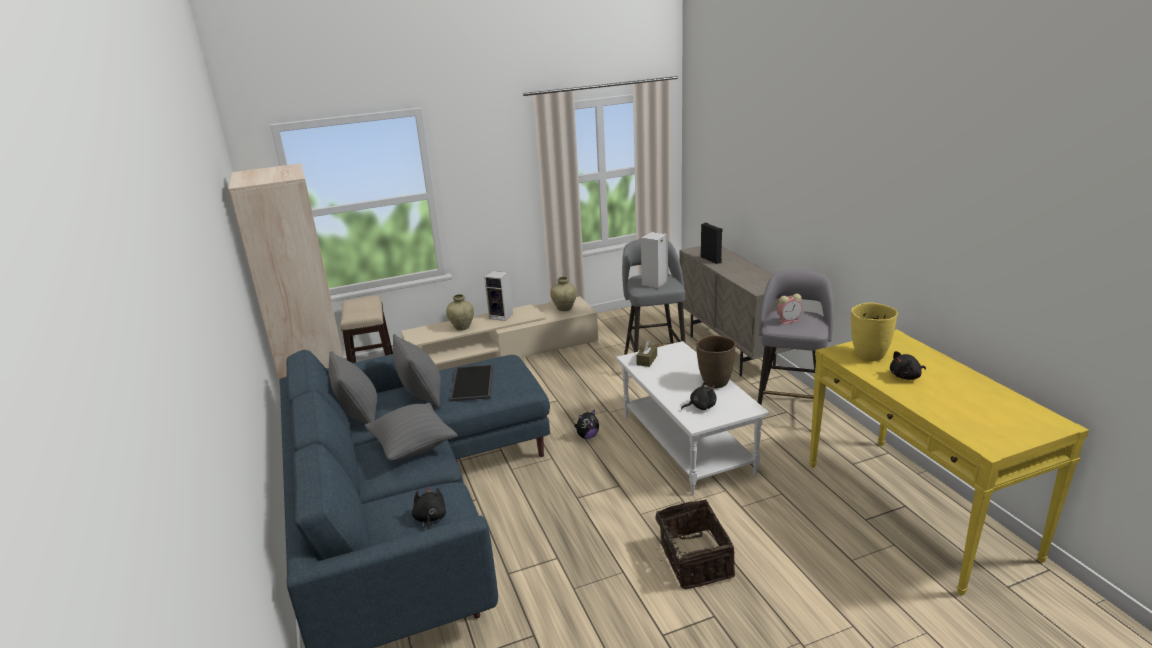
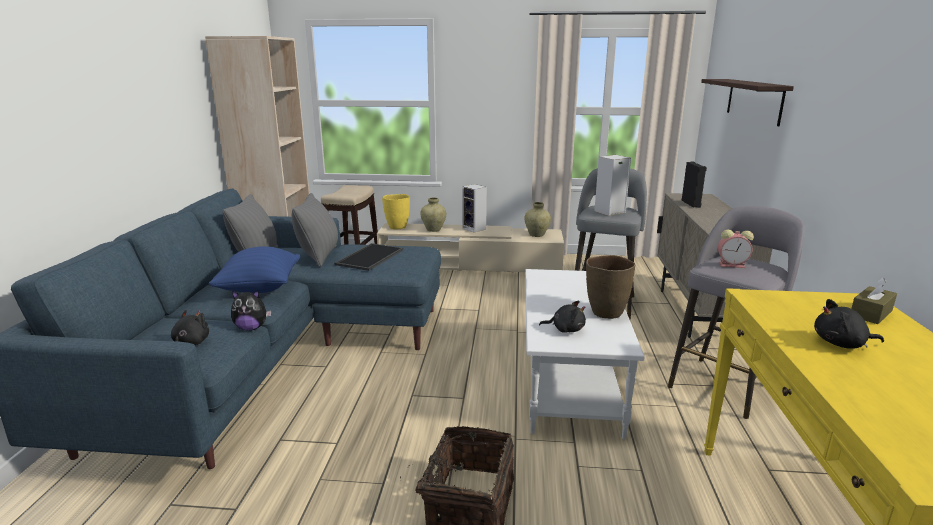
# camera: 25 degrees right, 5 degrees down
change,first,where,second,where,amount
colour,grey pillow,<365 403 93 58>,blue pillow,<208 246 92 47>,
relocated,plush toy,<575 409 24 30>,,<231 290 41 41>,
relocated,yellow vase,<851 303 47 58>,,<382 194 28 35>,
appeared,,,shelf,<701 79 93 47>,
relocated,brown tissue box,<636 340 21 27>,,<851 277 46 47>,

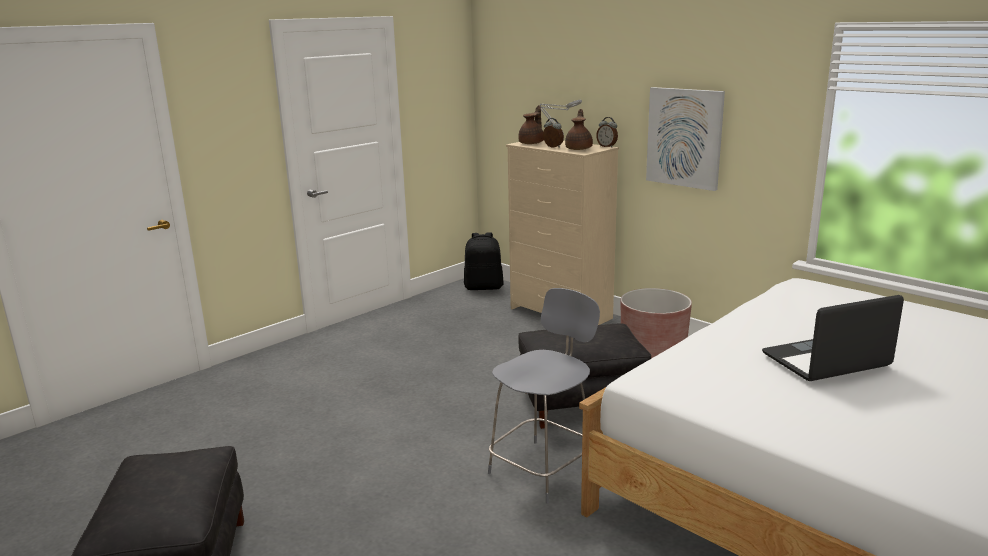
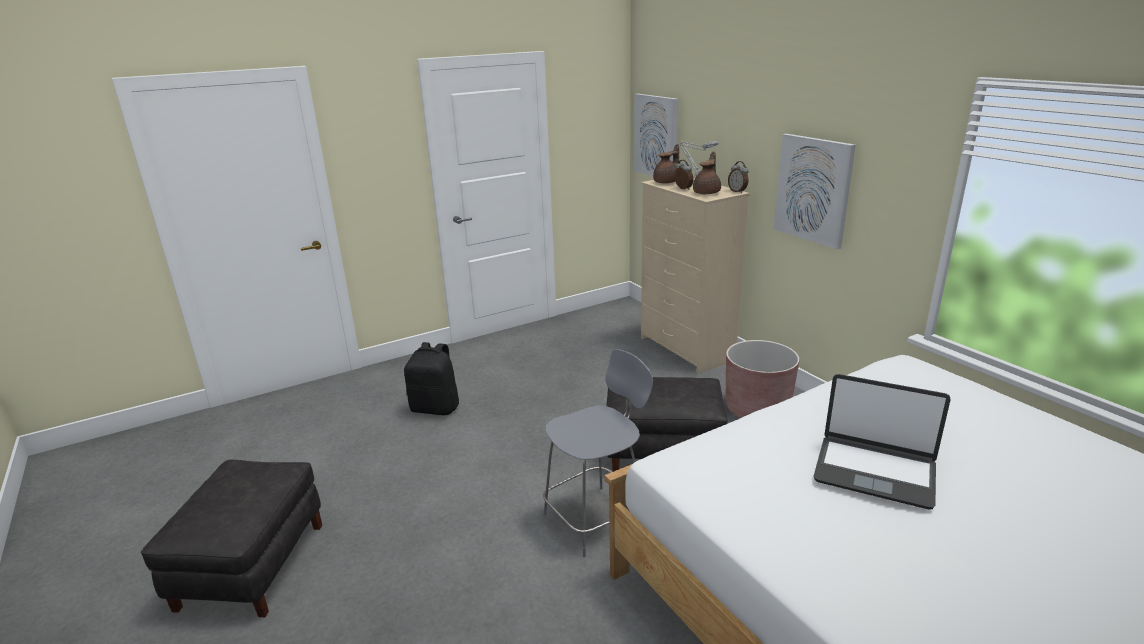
# camera: 15 degrees right, 5 degrees up
change,first,where,second,where,amount
relocated,black backpack,<464 233 40 57>,,<404 342 55 73>,
appeared,,,picture,<634 94 45 82>,
spun,laptop,<762 295 142 86>,,<814 374 137 136>,150 degrees counterclockwise

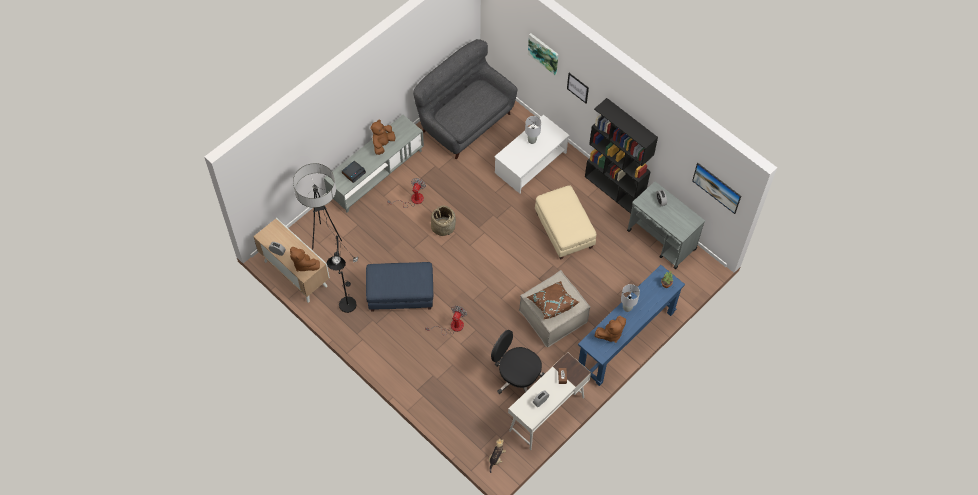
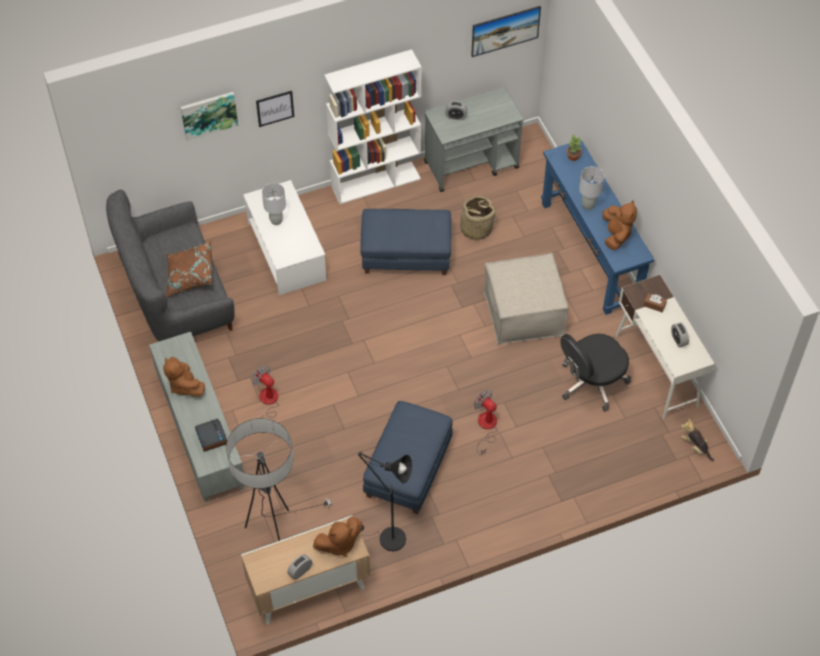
# camera: 65 degrees left, 5 degrees down
change,first,where,second,where,amount
relocated,brown pillow,<527 281 52 38>,,<166 241 46 57>,
colour,black bookcase,<585 98 73 116>,white bookcase,<324 49 98 155>,
colour,beige ottoman,<535 185 62 75>,blue ottoman,<360 209 92 66>,
relocated,basket,<431 205 25 31>,,<453 196 42 44>,

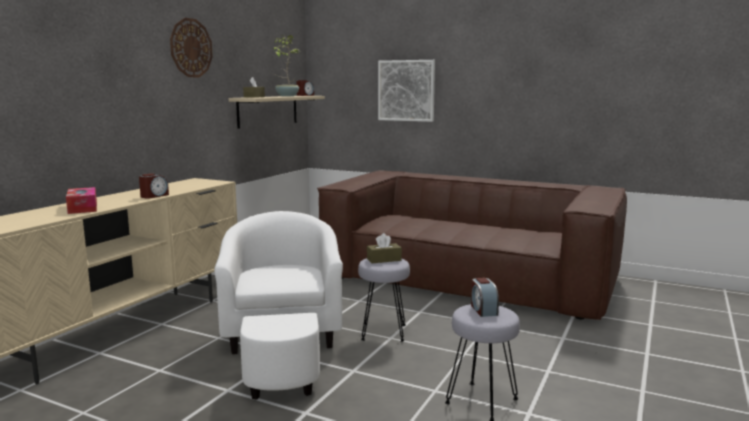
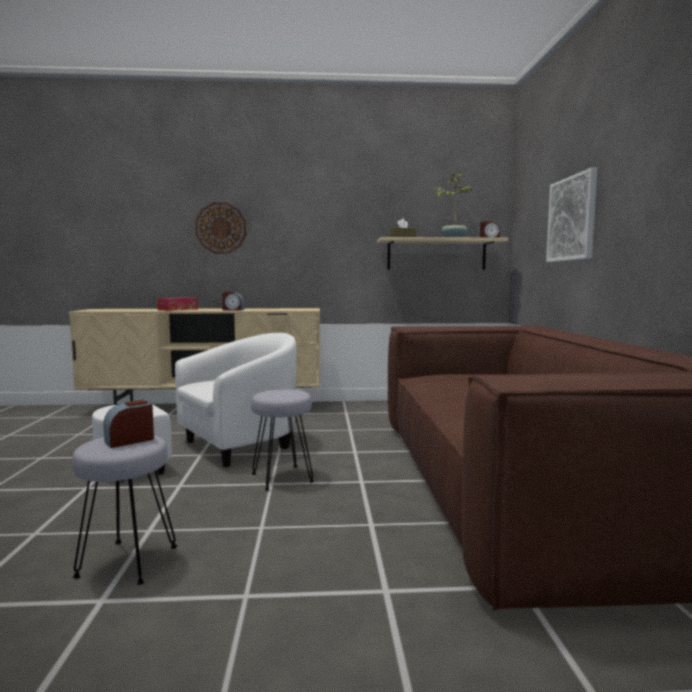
# camera: 60 degrees right, 5 degrees down
change,first,where,second,where,amount
relocated,wall clock,<170 18 43 59>,,<195 202 51 52>,
missing,brown tissue box,<367 233 35 30>,,,

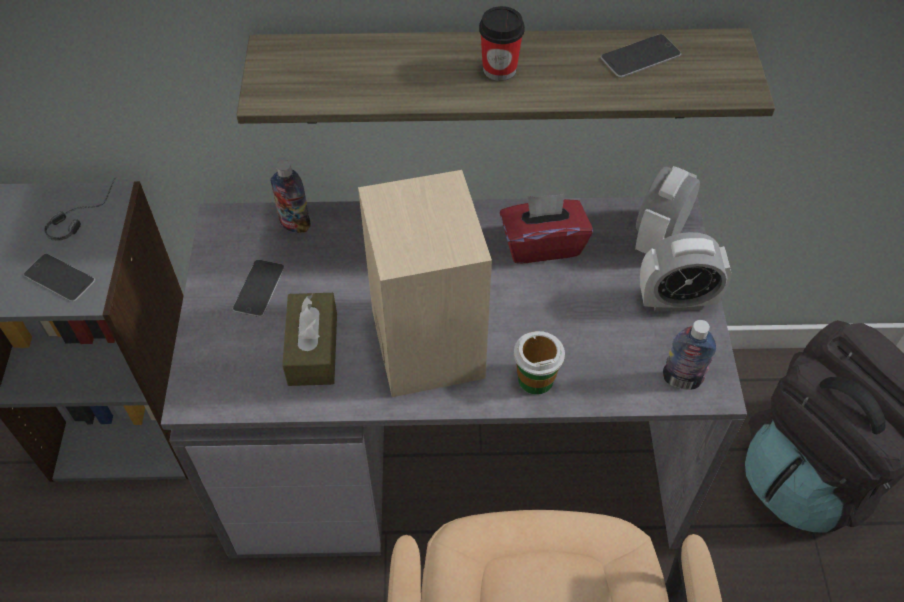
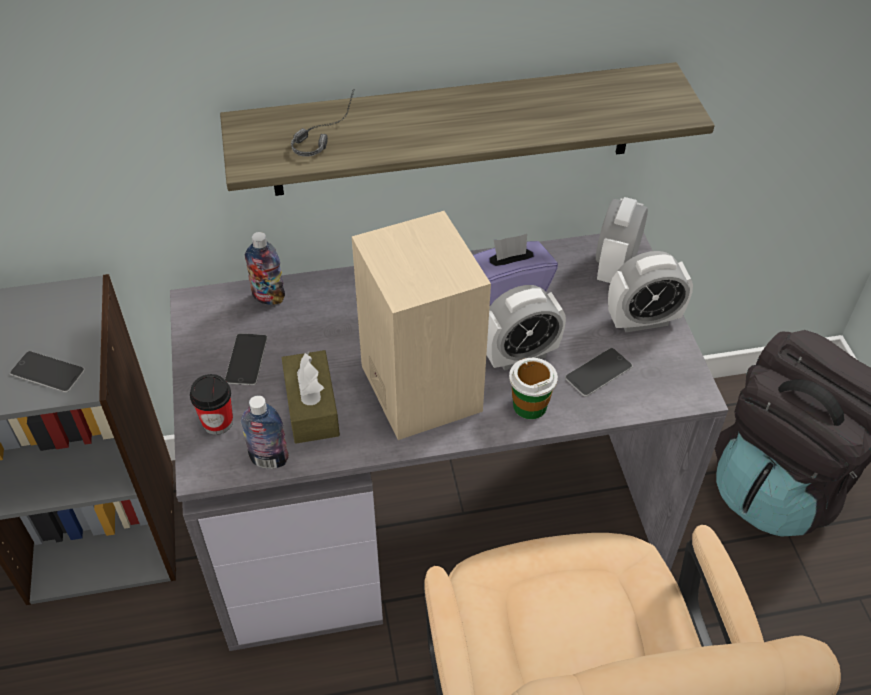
# camera: 10 degrees left, 5 degrees down
change,first,where,second,where,amount
relocated,cup,<479 6 46 75>,,<190 374 43 61>,
relocated,bottle,<663 320 53 70>,,<241 396 48 73>,
relocated,headphones,<44 178 72 63>,,<291 89 63 68>,
colour,red tissue box,<500 194 93 70>,purple tissue box,<473 234 85 72>,
appeared,,,alarm clock,<486 285 80 86>,
relocated,phone,<601 34 80 44>,,<565 348 68 49>,

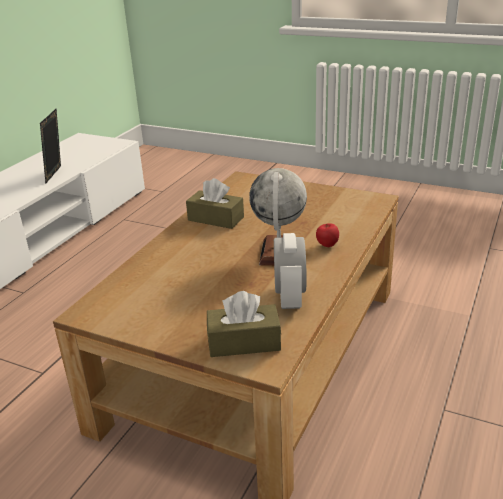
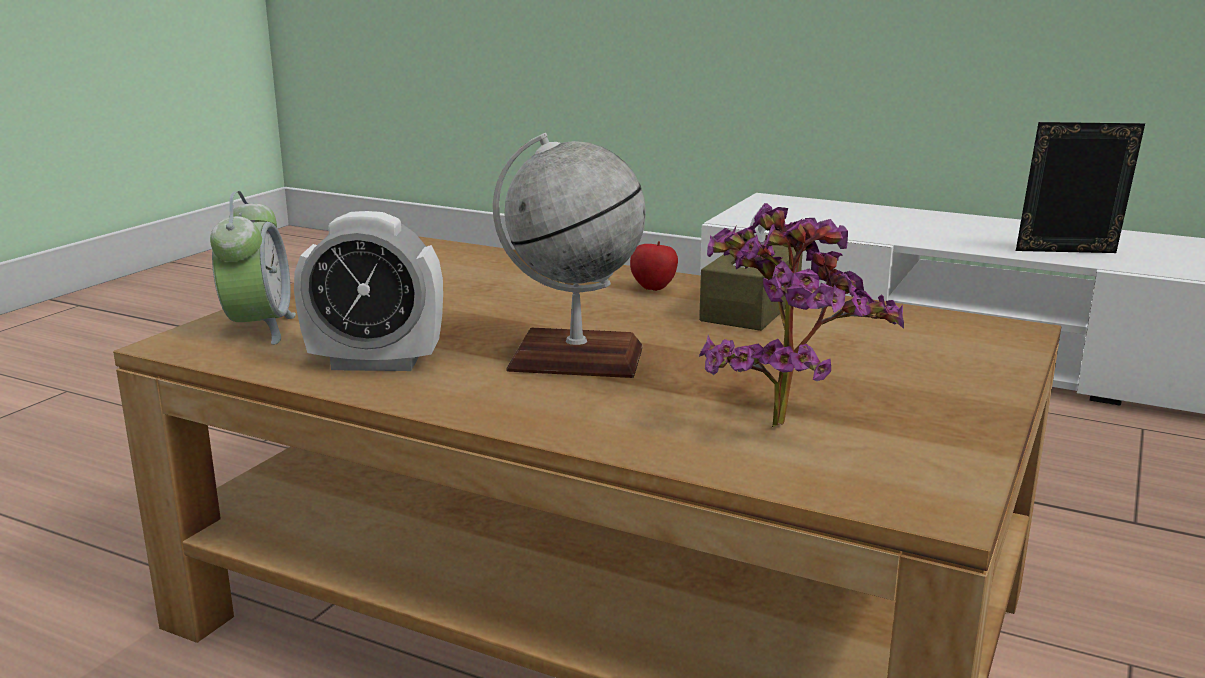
# camera: 90 degrees right, 10 degrees down
change,first,where,second,where,amount
exchanged,brown tissue box,<207 291 74 66>,alarm clock,<210 191 86 154>,
relocated,apple,<316 223 23 24>,,<630 241 48 50>,
appeared,,,potted plant,<699 203 205 224>,

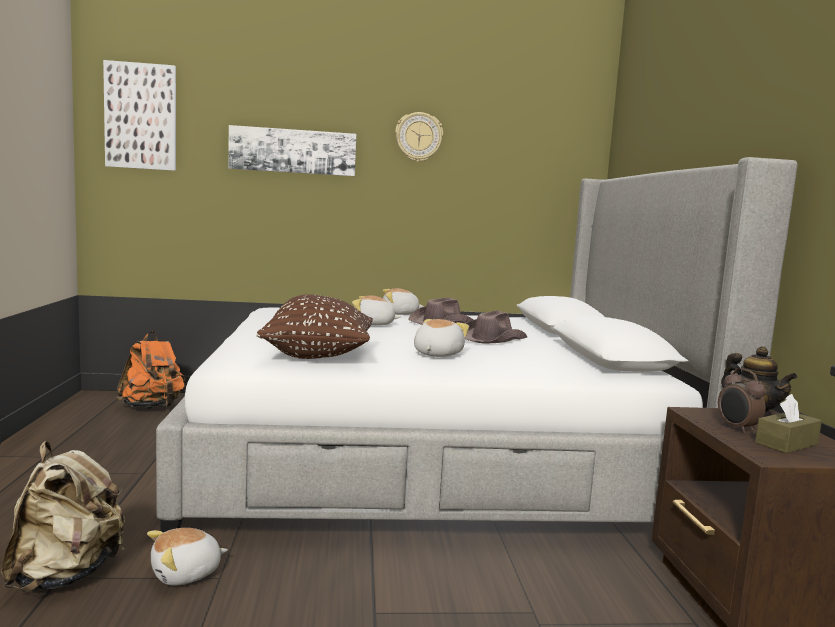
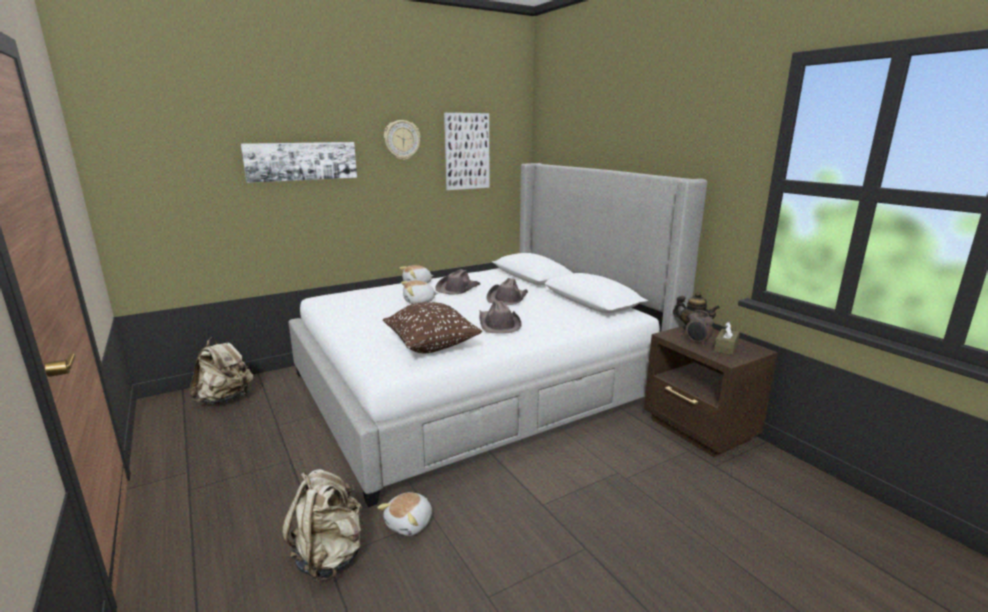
# camera: 25 degrees left, 10 degrees up
change,first,where,second,where,amount
colour,orange backpack,<116 331 69 78>,beige backpack,<189 337 64 67>,
relocated,picture,<103 60 73 111>,,<444 113 45 77>,
exchanged,plush toy,<414 319 55 38>,brown hat,<480 300 42 34>,

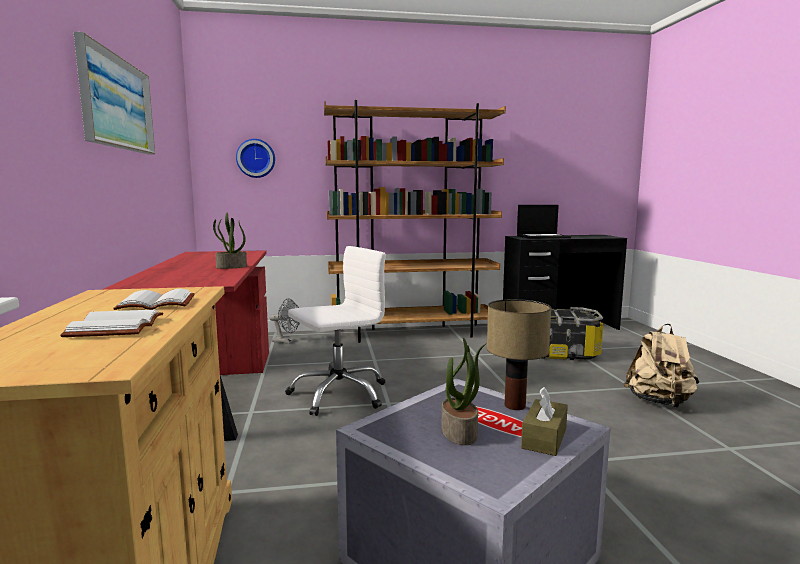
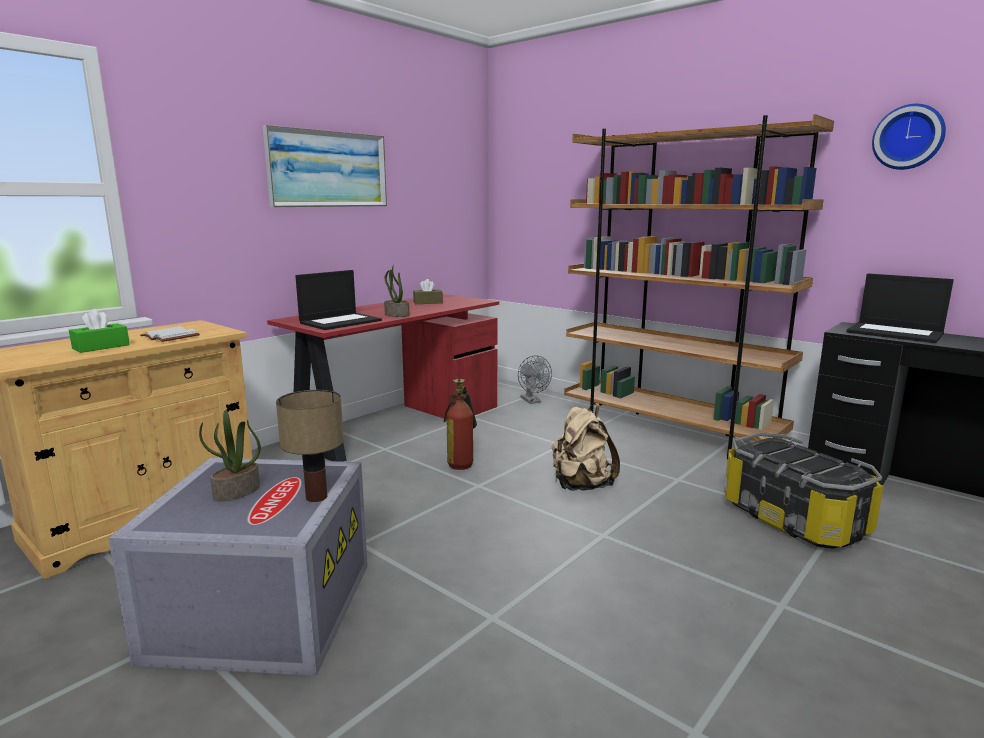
# camera: 50 degrees right, 5 degrees up
change,first,where,second,where,amount
exchanged,white book,<60 309 103 28>,green tissue box,<69 309 61 44>,
appeared,,,laptop,<295 270 87 60>,
relocated,brown tissue box,<521 387 47 69>,,<413 279 30 25>,
exchanged,white office chair,<285 246 101 170>,fire extinguisher,<444 379 33 91>,
relocated,beige backpack,<623 323 76 85>,,<552 403 68 88>,
relocated,wall clock,<236 139 39 39>,,<872 104 74 66>,

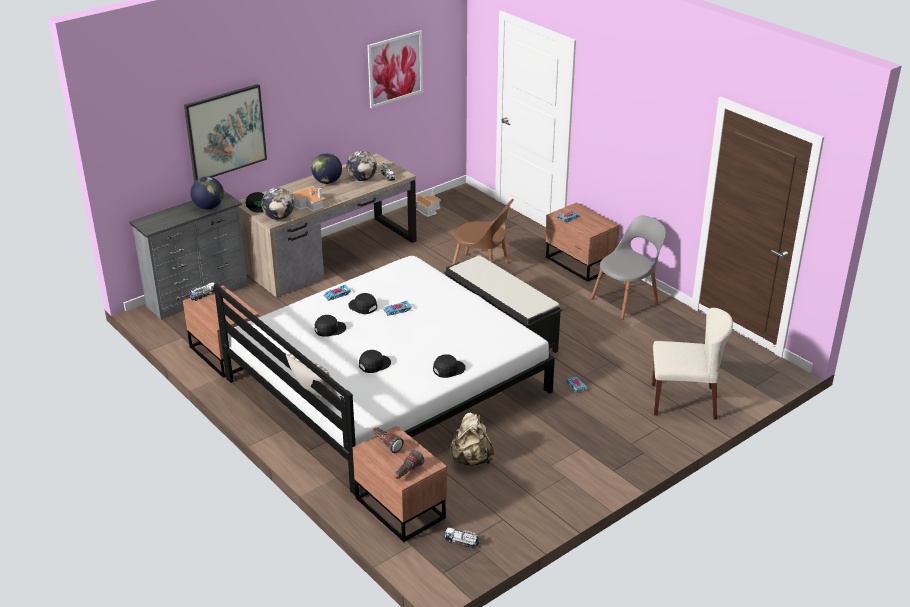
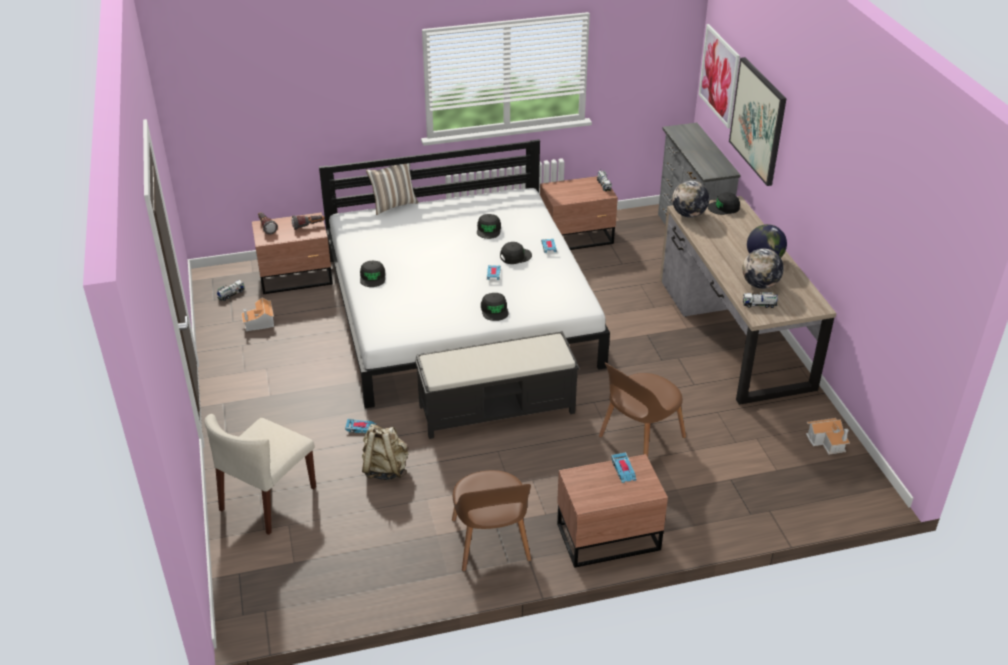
# camera: 115 degrees right, 5 degrees up
change,first,where,second,where,amount
relocated,toy house,<291 186 34 26>,,<241 298 33 33>,
relocated,beige backpack,<450 412 44 54>,,<362 424 47 56>,
colour,grey chair,<591 215 75 105>,brown chair,<452 470 79 101>,
relocated,black cap,<359 350 32 23>,,<481 293 27 28>,
relocated,picture,<367 30 56 78>,,<698 24 42 105>,
missing,globe,<190 176 34 34>,,,

